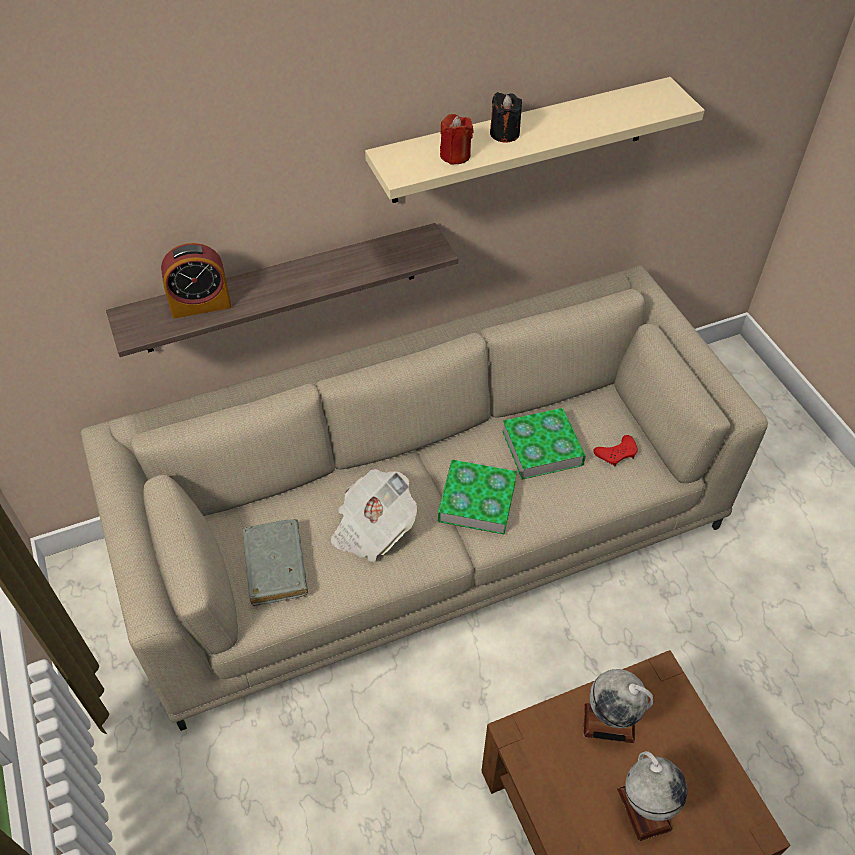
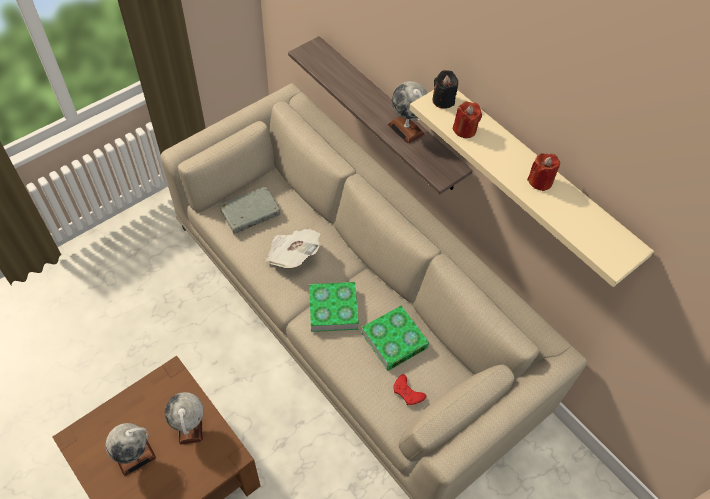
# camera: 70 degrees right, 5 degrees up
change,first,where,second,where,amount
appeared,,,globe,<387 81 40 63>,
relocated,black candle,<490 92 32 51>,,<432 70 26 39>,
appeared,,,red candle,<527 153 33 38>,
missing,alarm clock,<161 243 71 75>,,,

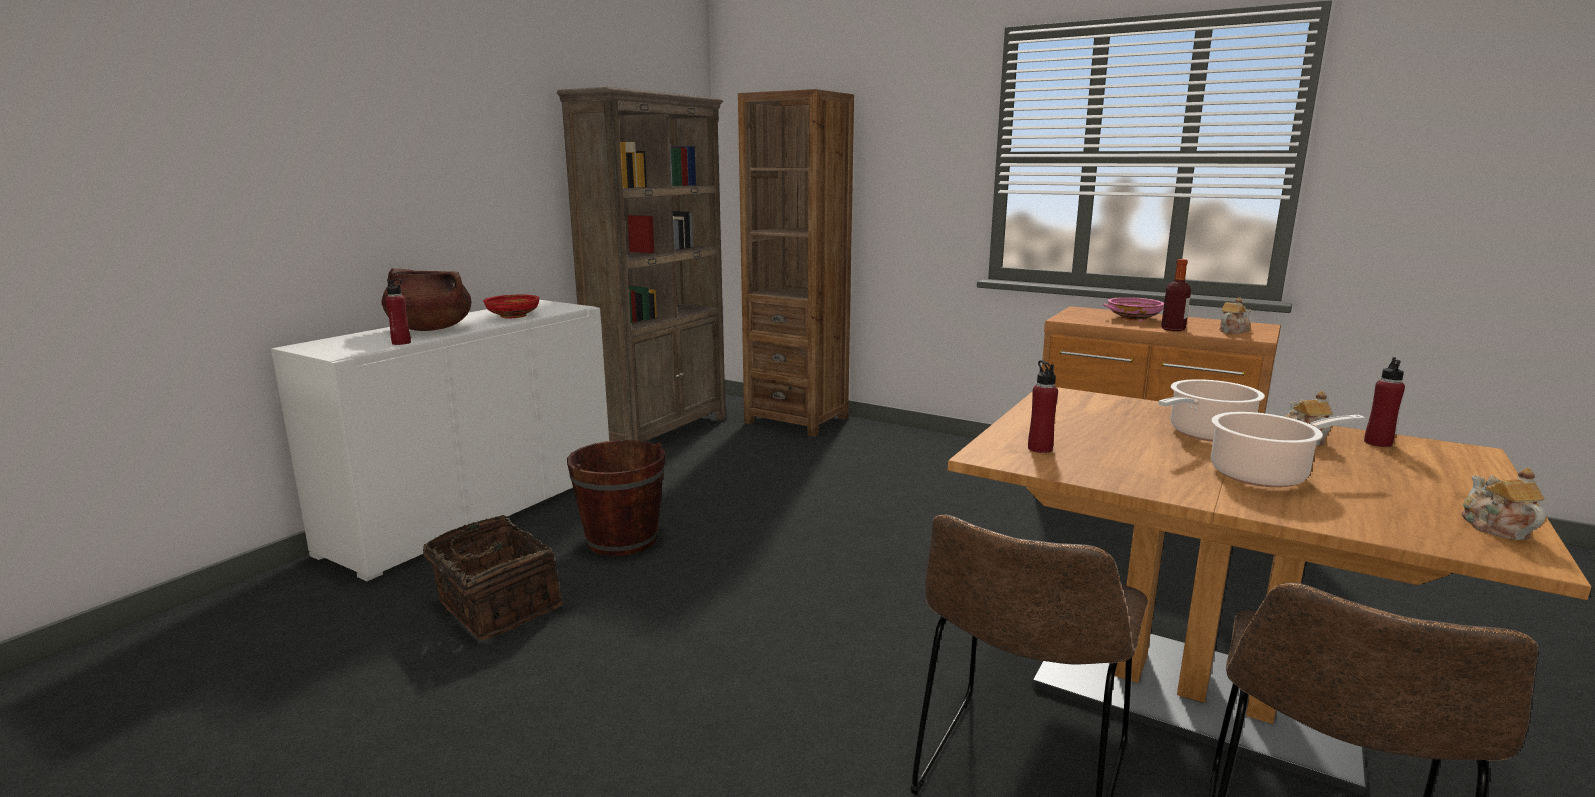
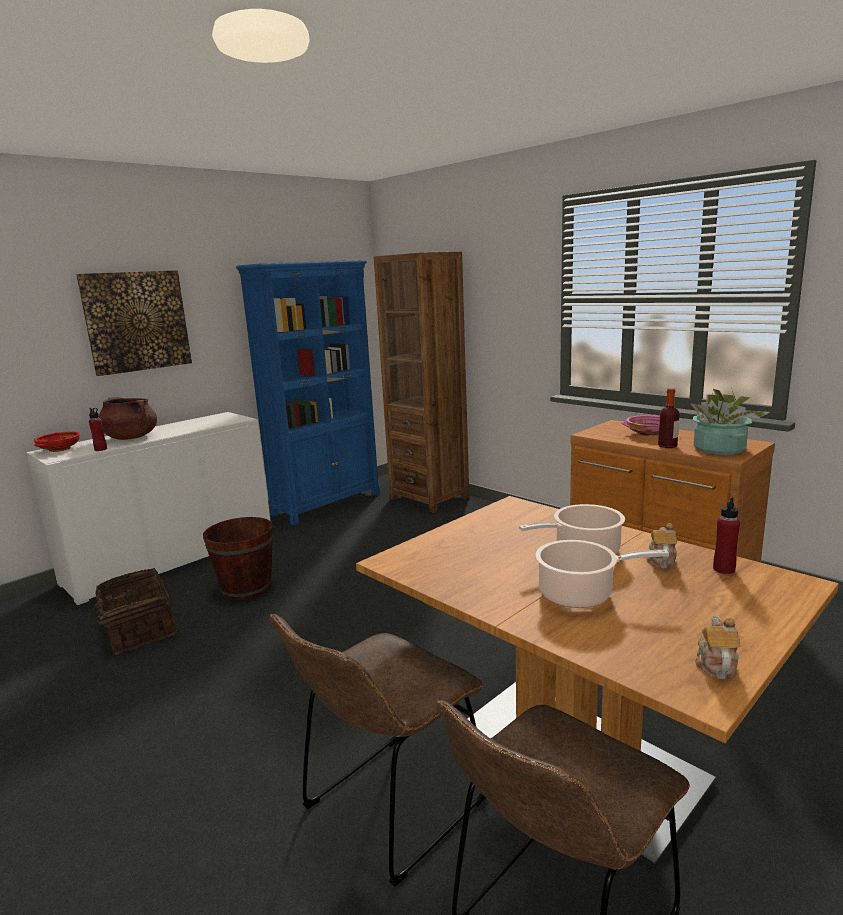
# camera: 15 degrees right, 0 degrees up
change,first,where,second,where,amount
relocated,red bowl,<483 295 57 23>,,<34 431 46 21>,
appeared,,,picture,<76 270 116 106>,
colour,brown bookcase,<557 87 169 354>,blue bookcase,<236 260 144 265>,
exchanged,teapot,<1219 297 32 37>,potted plant,<690 388 80 67>,
missing,red bottle,<1028 360 30 93>,,,

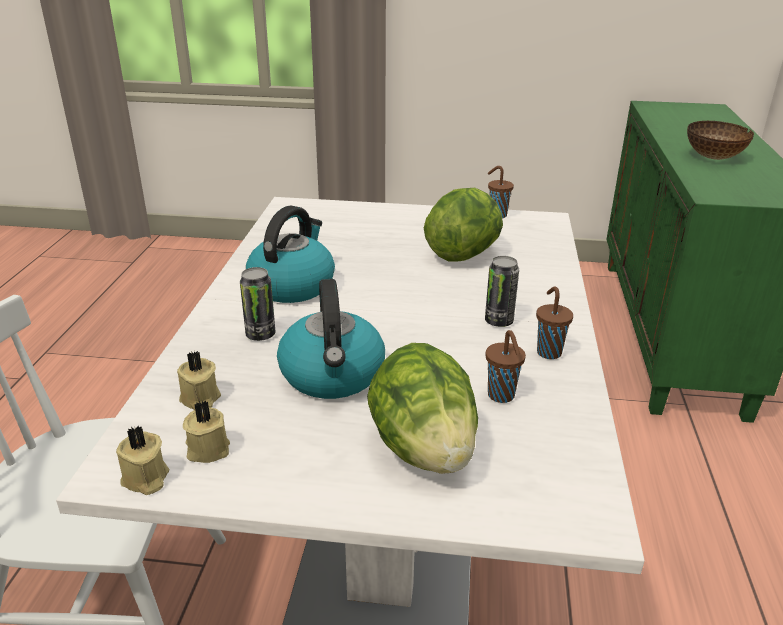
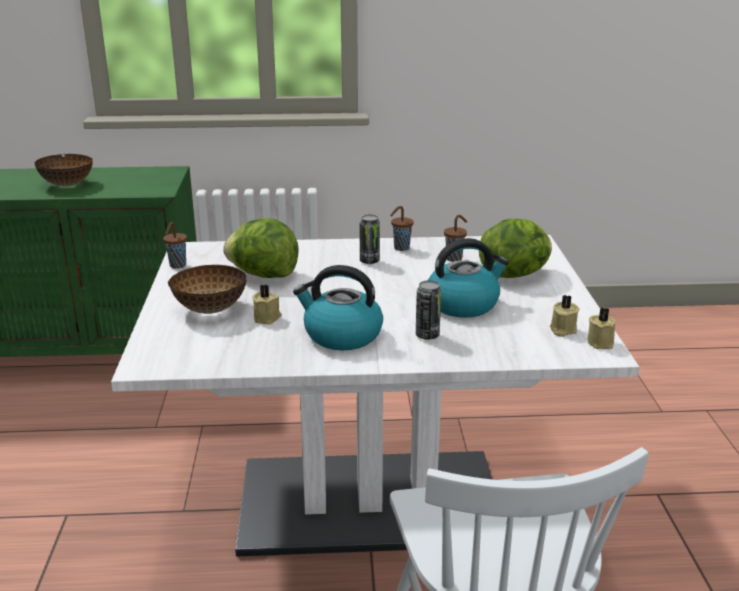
# camera: 100 degrees left, 5 degrees down
change,first,where,second,where,amount
appeared,,,bowl,<167 265 79 49>,
relocated,beige candle,<177 351 44 59>,,<252 285 30 39>,

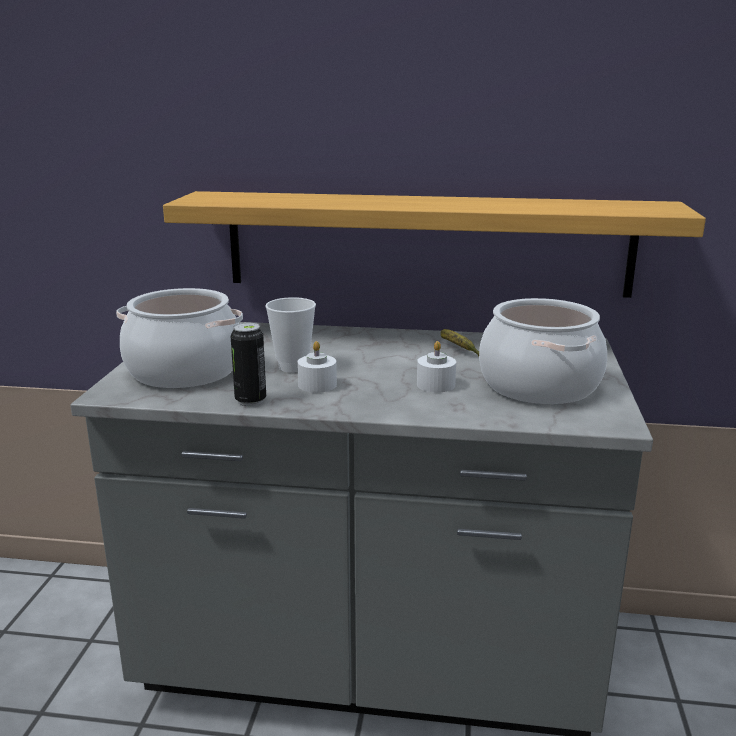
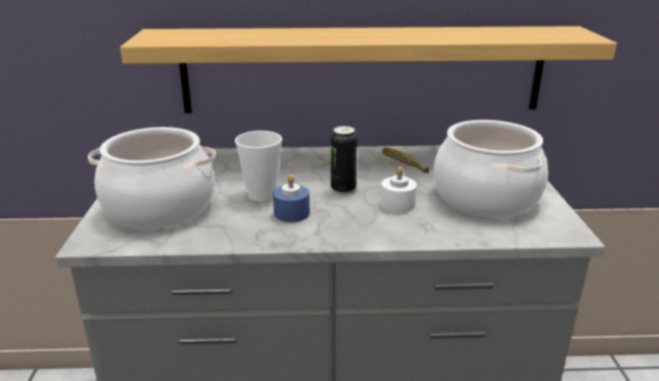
# camera: 10 degrees left, 5 degrees up
change,first,where,second,where,amount
colour,white candle,<297 341 40 52>,blue candle,<273 174 37 48>,
relocated,can,<231 323 35 83>,,<331 126 26 68>,

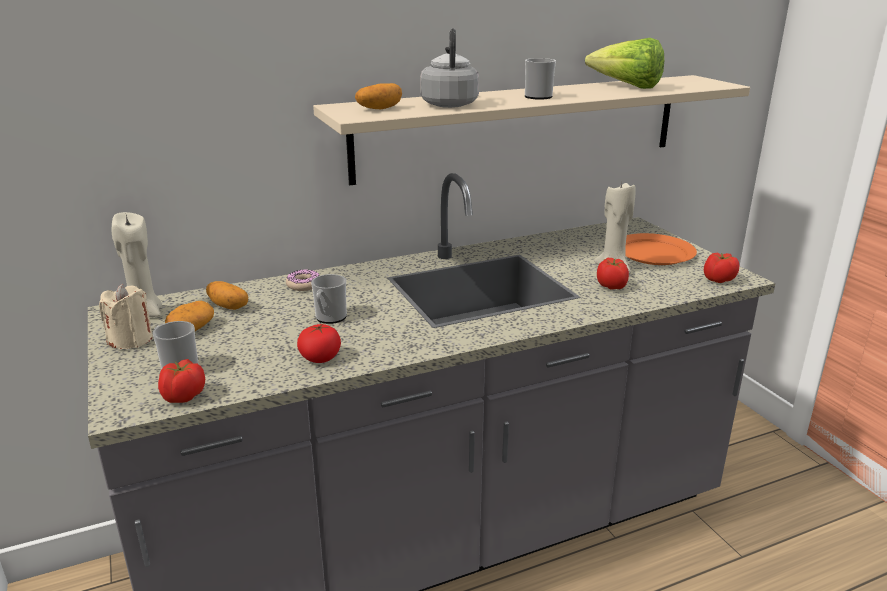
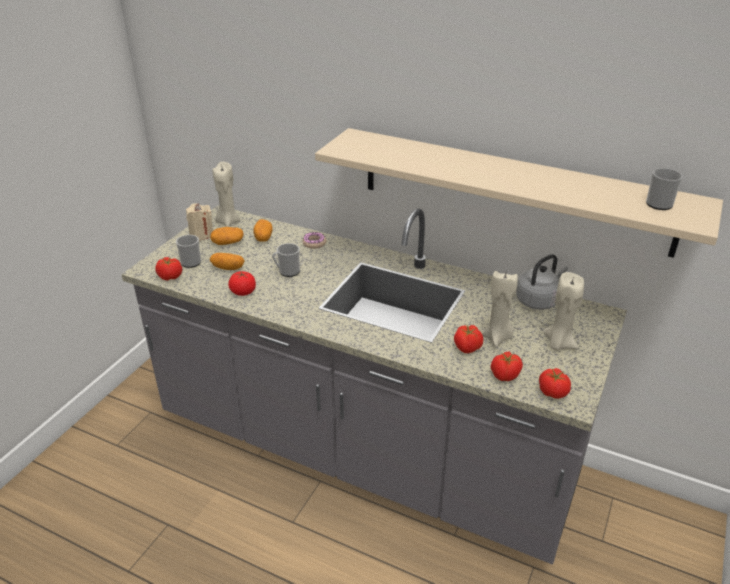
# camera: 50 degrees right, 10 degrees up
change,first,where,second,where,amount
relocated,potato,<355 83 47 26>,,<210 253 35 17>,
appeared,,,tomato,<491 351 32 30>,
relocated,grey kettle,<420 28 59 80>,,<516 254 52 56>,
exchanged,orange plate,<625 233 72 32>,beige candle,<543 272 41 79>,
relocated,mug,<525 58 31 42>,,<646 168 37 42>,
missing,lettuce,<585 38 79 51>,,,

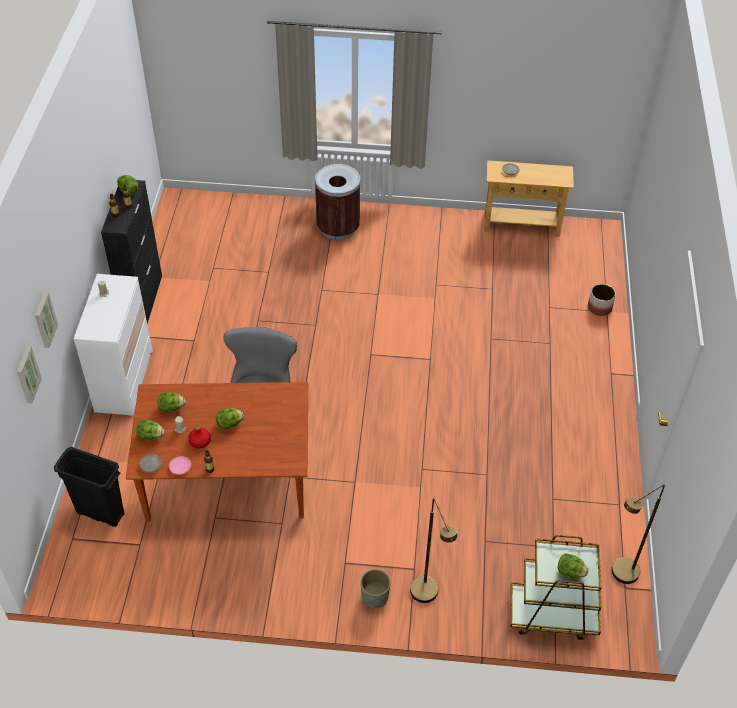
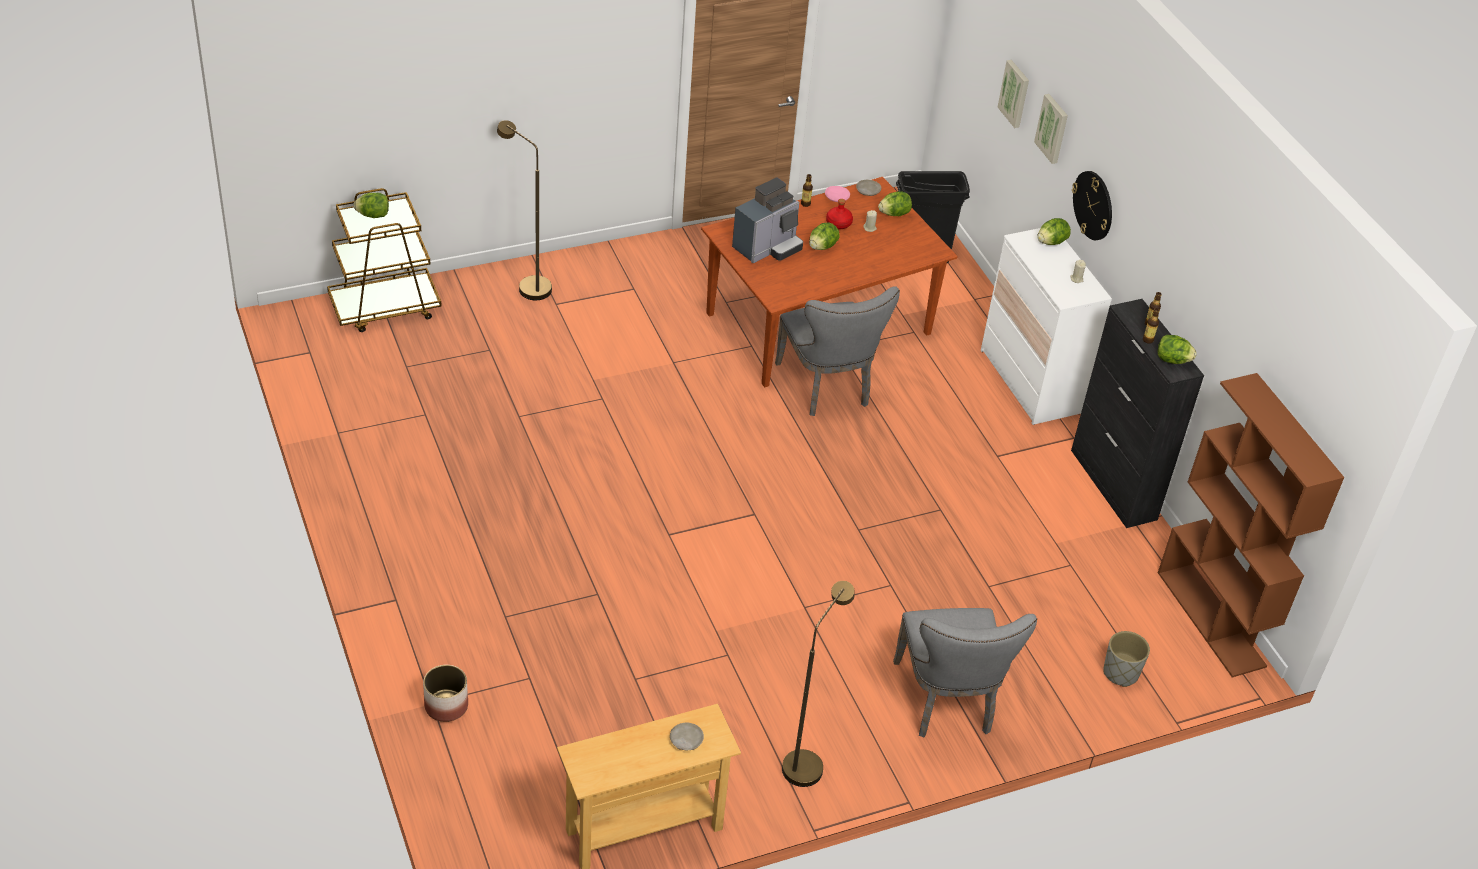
# camera: 150 degrees right, 5 degrees down
change,first,where,second,where,amount
appeared,,,coffee machine,<732 177 71 86>,
relocated,brown floor lamp,<611 484 54 100>,,<782 581 73 206>,
exchanged,brown trash can,<315 164 45 76>,grey chair,<893 608 144 129>,
relocated,lettuce,<158 392 28 21>,,<1037 218 34 27>,
appeared,,,wall clock,<1072 171 40 69>,
relocated,grey planter,<360 569 31 40>,,<1103 631 47 56>,
appeared,,,brown bookcase,<1158 373 187 304>,

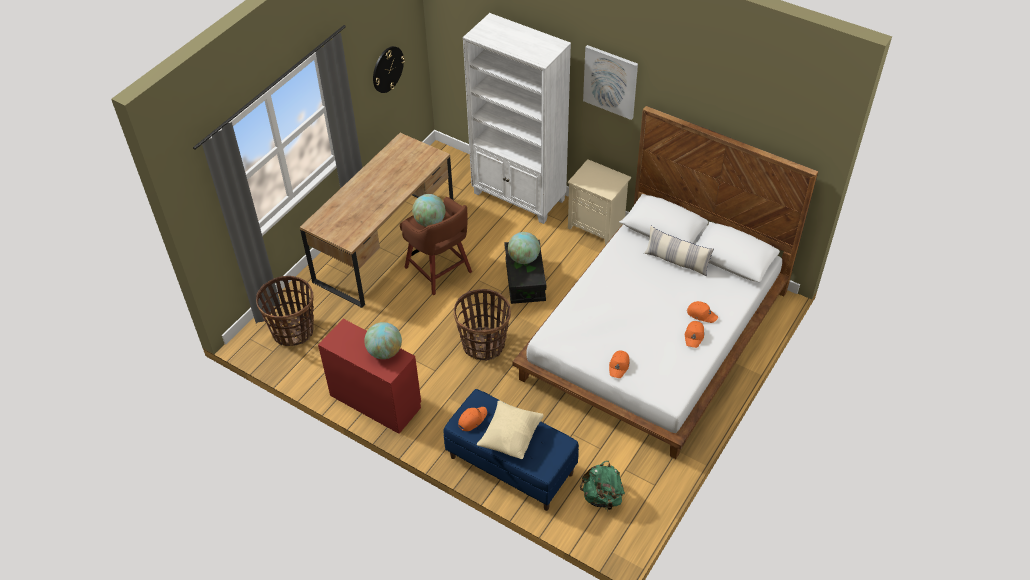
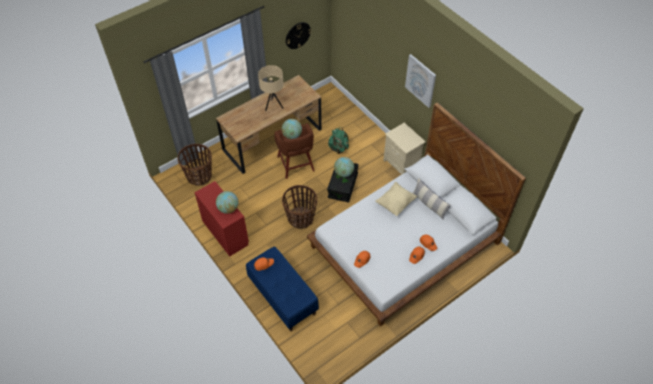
# camera: 20 degrees right, 5 degrees up
change,first,where,second,where,amount
appeared,,,beige table lamp,<258 65 26 46>,
relocated,green backpack,<580 461 45 50>,,<328 127 21 27>,
relocated,beige pillow,<477 400 67 59>,,<375 182 42 34>,
missing,white bookcase,<463 13 108 211>,,,

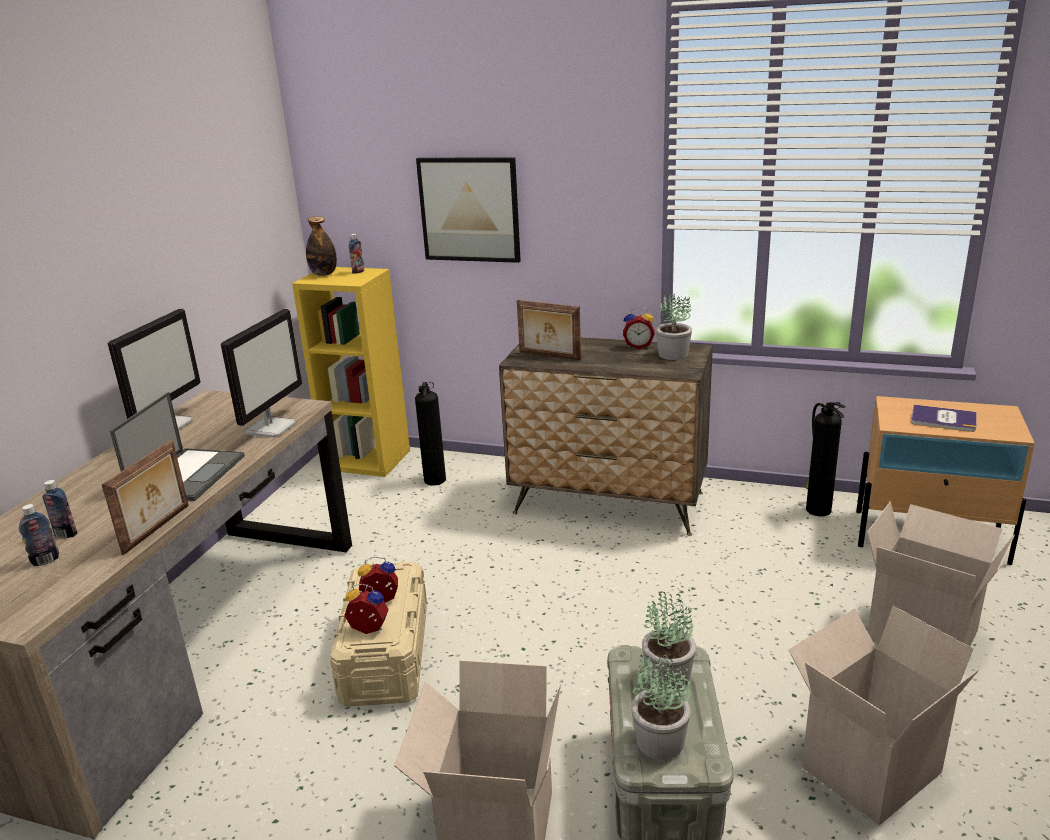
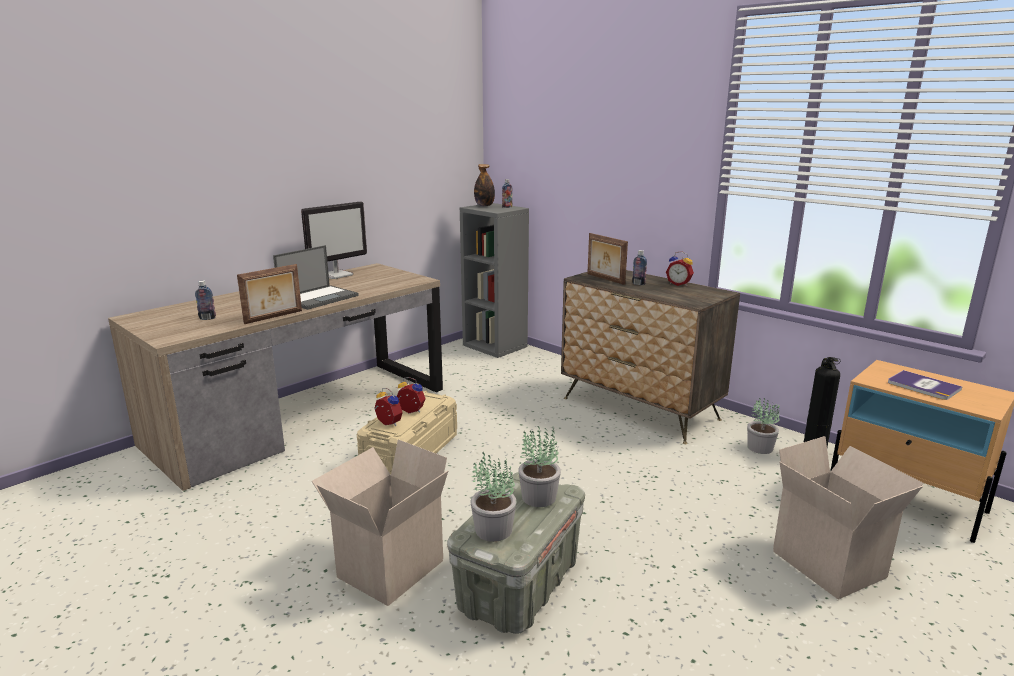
# camera: 25 degrees right, 5 degrees down
change,first,where,second,where,amount
colour,yellow bookcase,<292 267 118 210>,grey bookcase,<460 203 69 155>,
relocated,bottle,<42 480 35 58>,,<632 250 15 35>,
relocated,potted plant,<656 293 36 67>,,<747 398 33 56>,
missing,monitor,<221 309 81 129>,,,
missing,fire extinguisher,<415 382 31 104>,,,
missing,picture,<416 157 105 106>,,,
missing,cardboard box,<789 606 191 219>,,,

